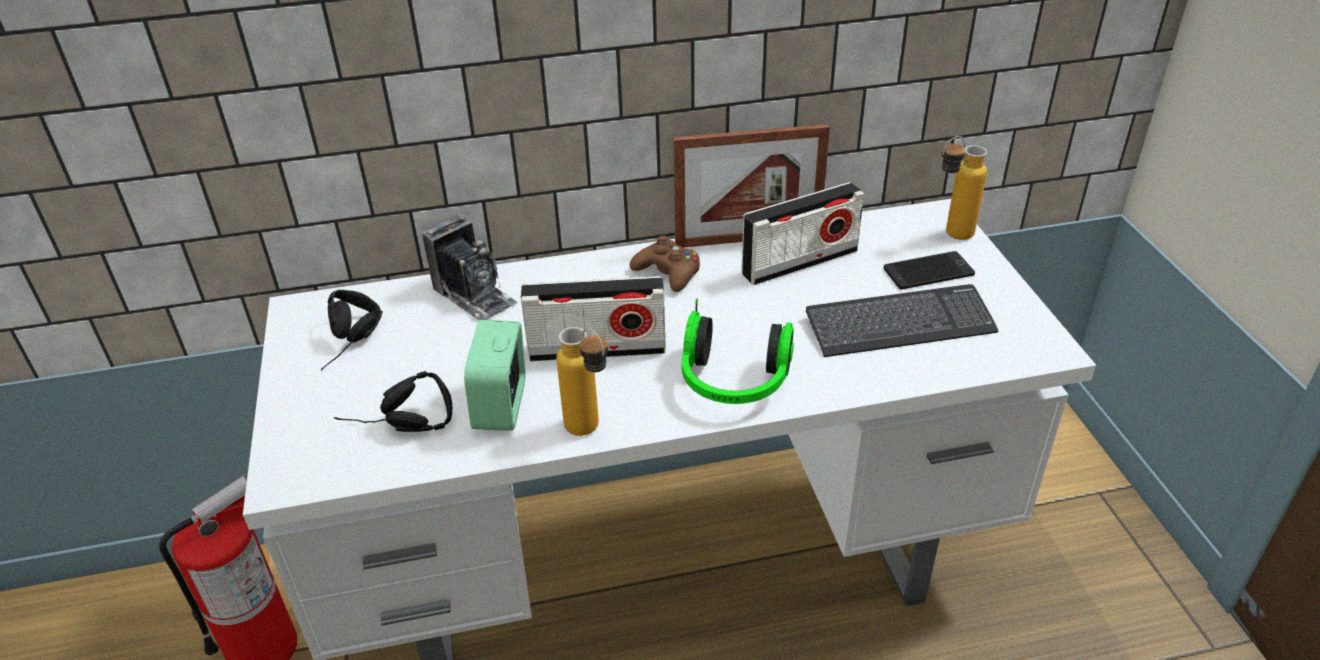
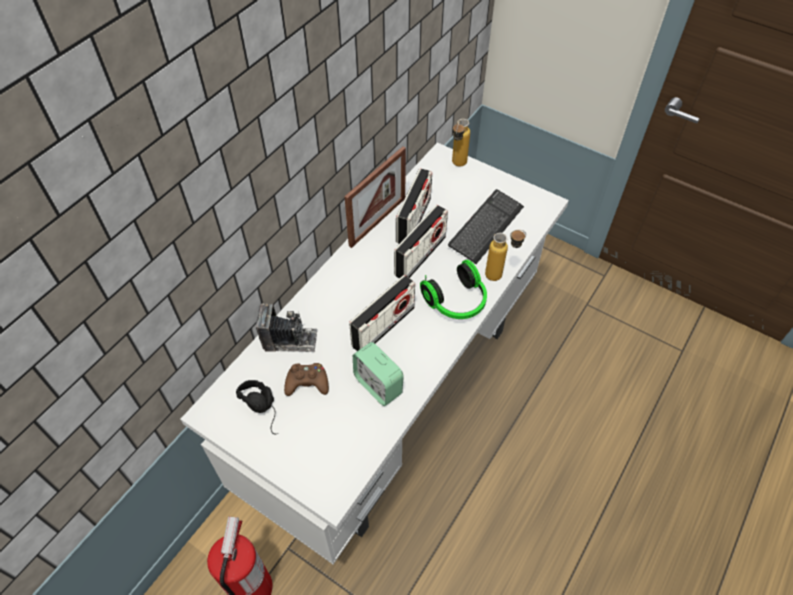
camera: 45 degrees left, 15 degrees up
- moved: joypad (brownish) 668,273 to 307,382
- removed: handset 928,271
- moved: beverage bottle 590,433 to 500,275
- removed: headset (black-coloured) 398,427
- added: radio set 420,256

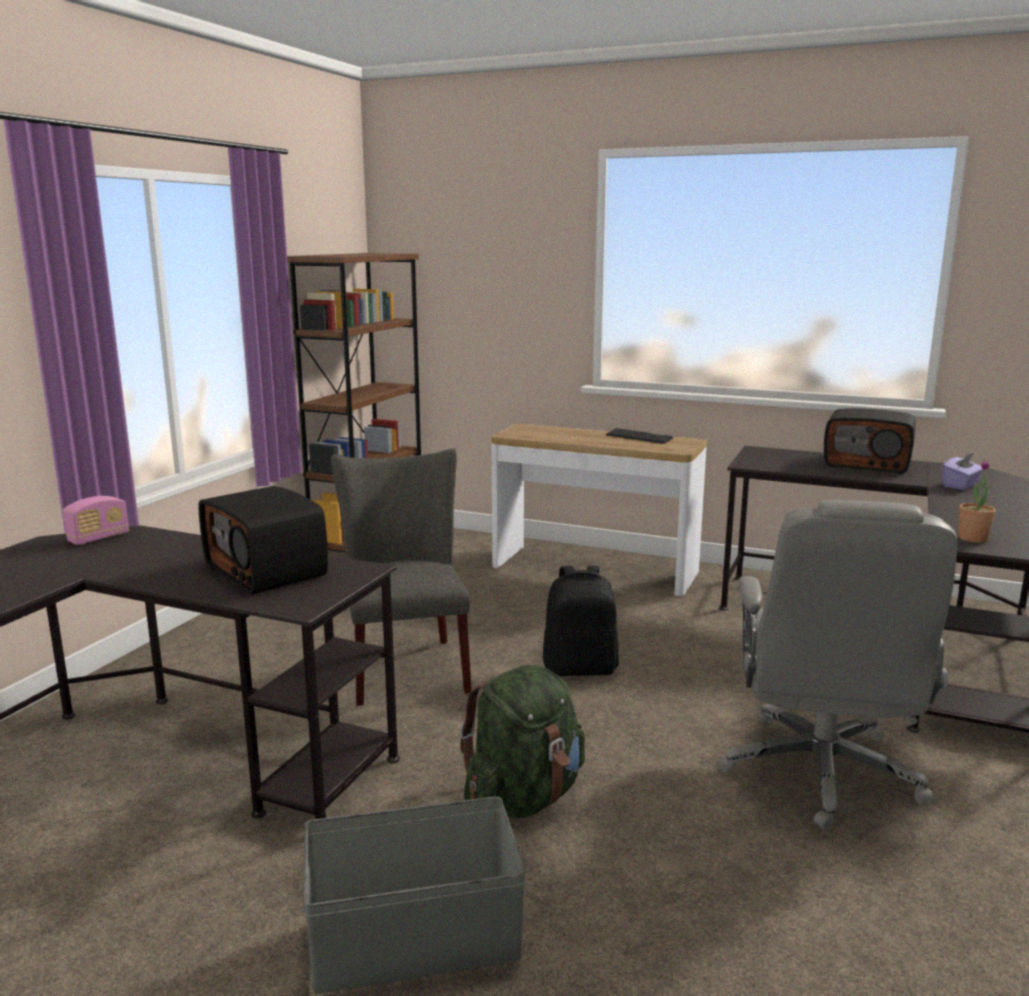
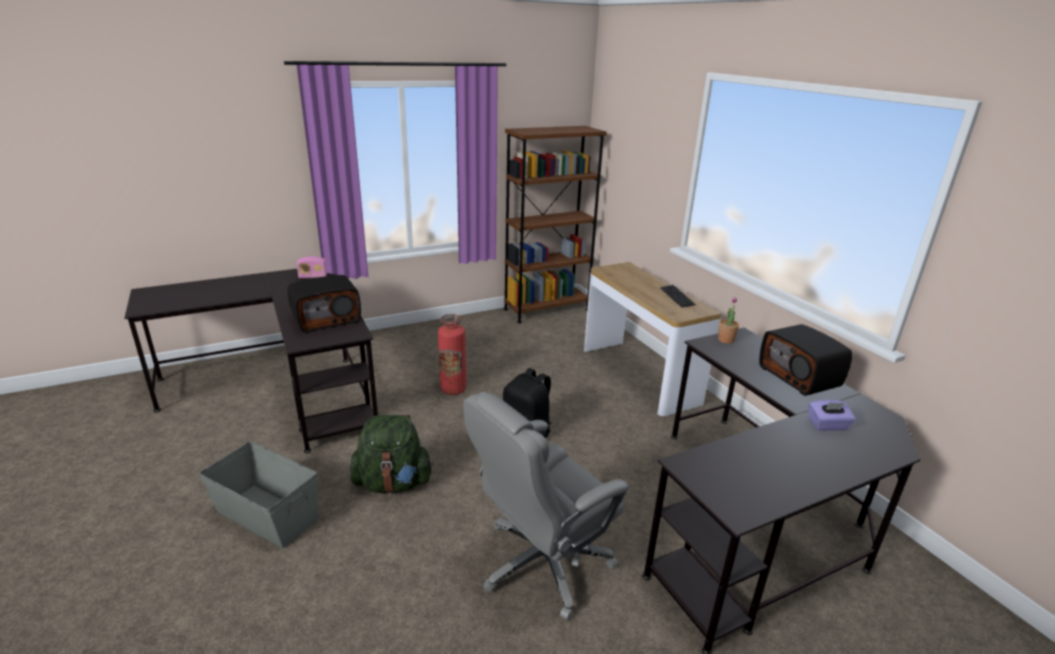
camera: 40 degrees right, 10 degrees up
- replaced: chair (grey) 406,666 to fire extinguisher 453,389
- moved: plant in a pot 972,538 to 725,340
- turned: radio set 268,571 = 327,319 120 degrees counterclockwise

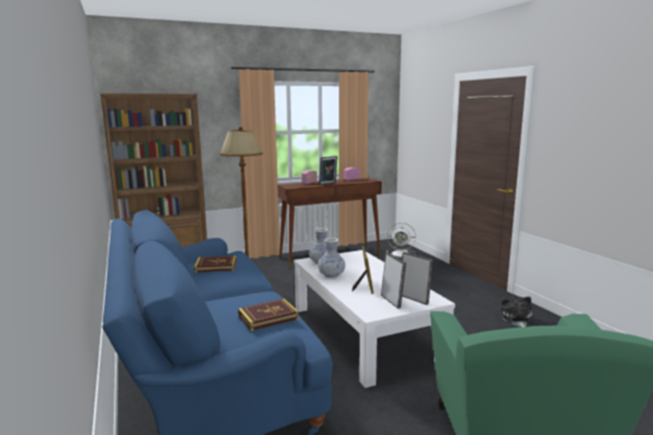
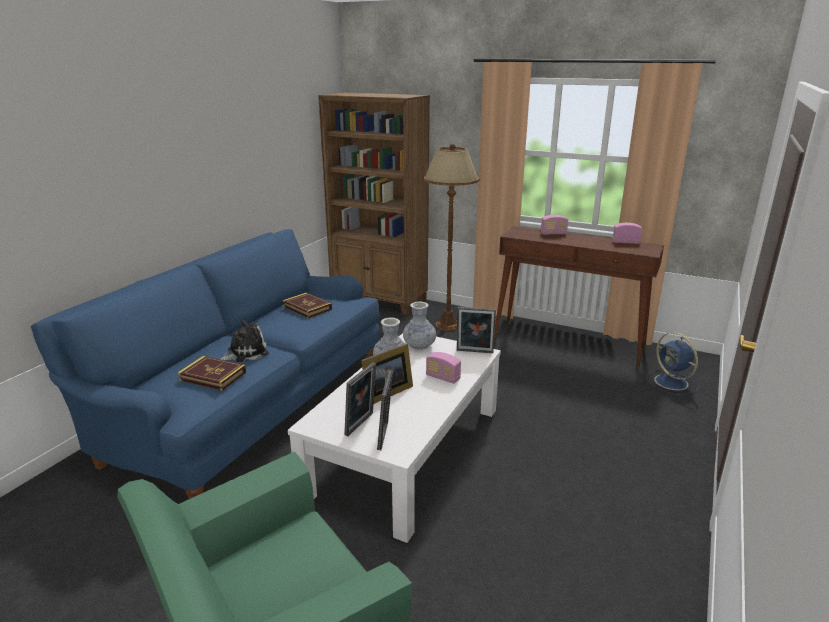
camera: 50 degrees right, 10 degrees up
- moved: standing frame 328,184 to 474,352
- recoloured: electric fan (white-coloured) 401,254 to electric fan (blue-coloured) 672,383
- moved: cuddly toy 516,319 to 245,352
- added: radio set 443,377

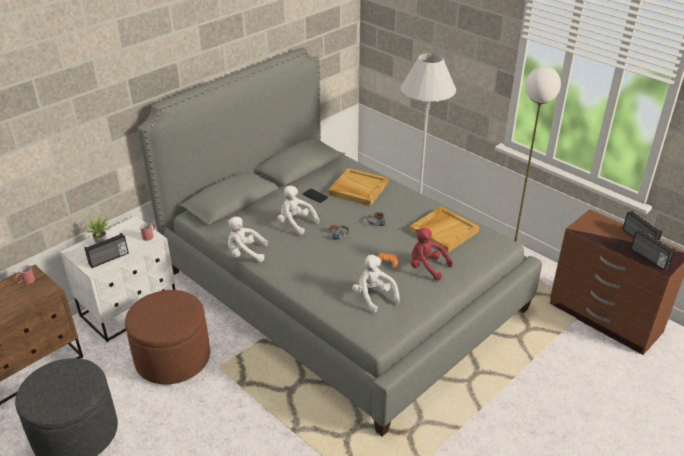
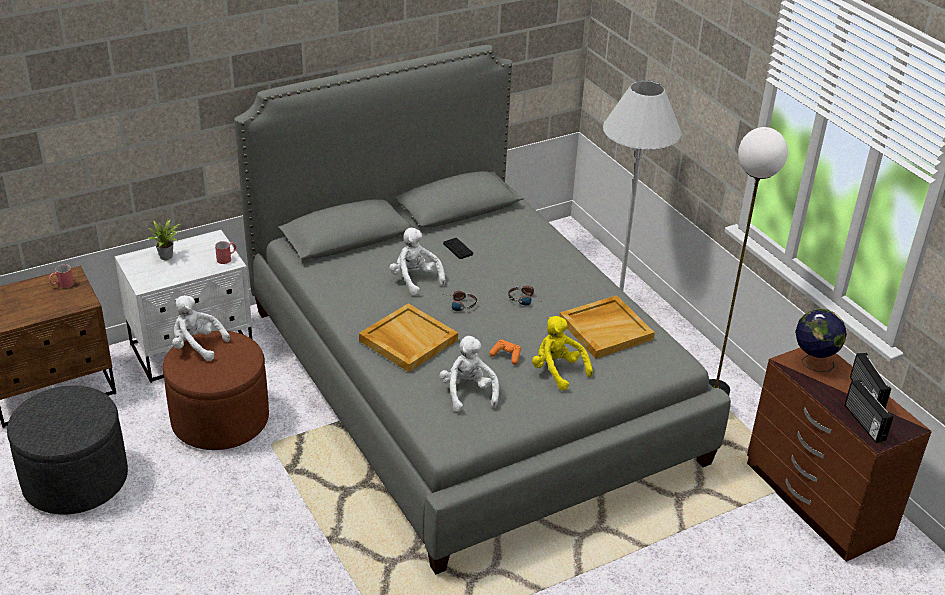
camera: 15 degrees right, 0 degrees up
- moved: carrying tray (sand-coloured) 358,189 to 407,340
- moved: cuddly toy (white-coloured) 245,253 to 197,346
- recoloured: cuddly toy (reddish) 427,267 to cuddly toy (yellow) 557,371
- removed: radio set 109,259
- added: globe 813,362

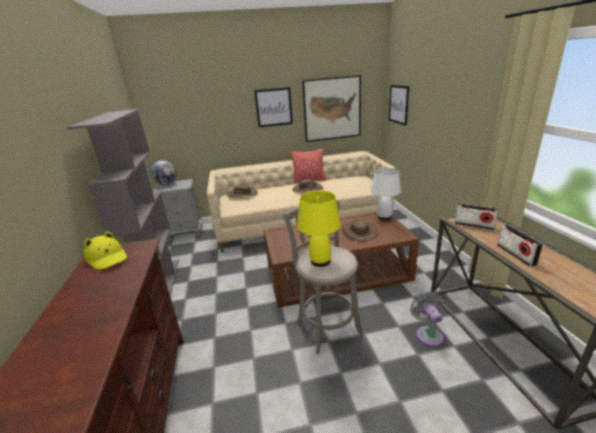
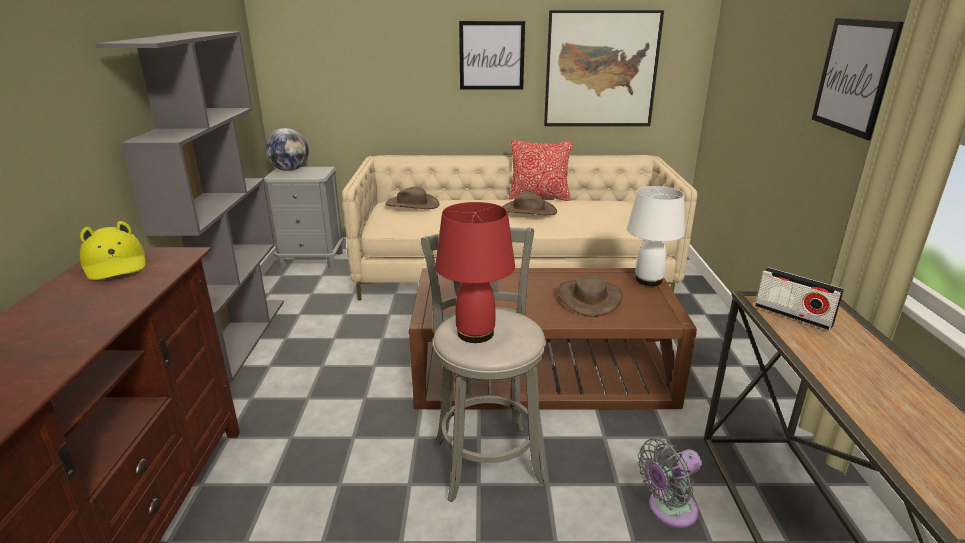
camera: 10 degrees right, 0 degrees up
- moved: picture 398,104 to 853,76
- recoloured: table lamp (yellow) 320,261 to table lamp (reddish) 476,333
- removed: radio set 516,254
- turned: electric fan (grey) 428,334 = 668,510 120 degrees counterclockwise

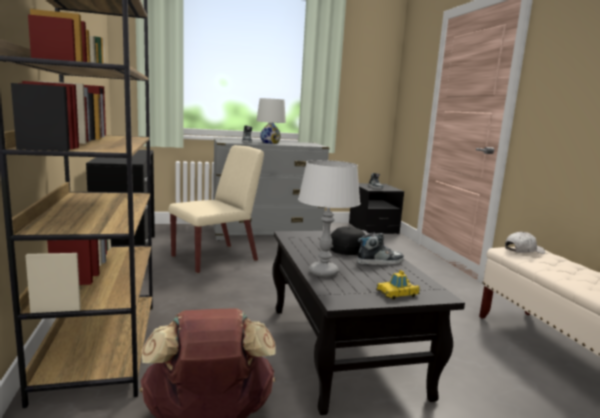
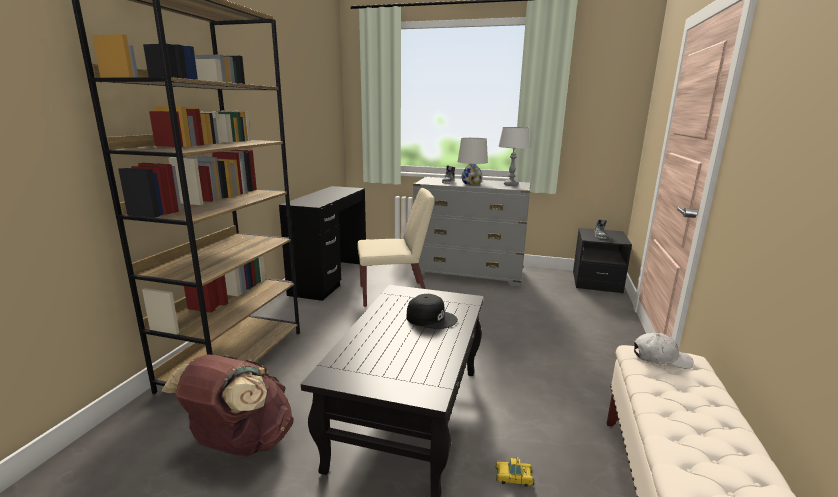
camera: 30 degrees right, 5 degrees up
- moved: table lamp (grey) 324,272 to 511,185
- removed: shoe 380,261
- moved: miniature car 397,293 to 513,477

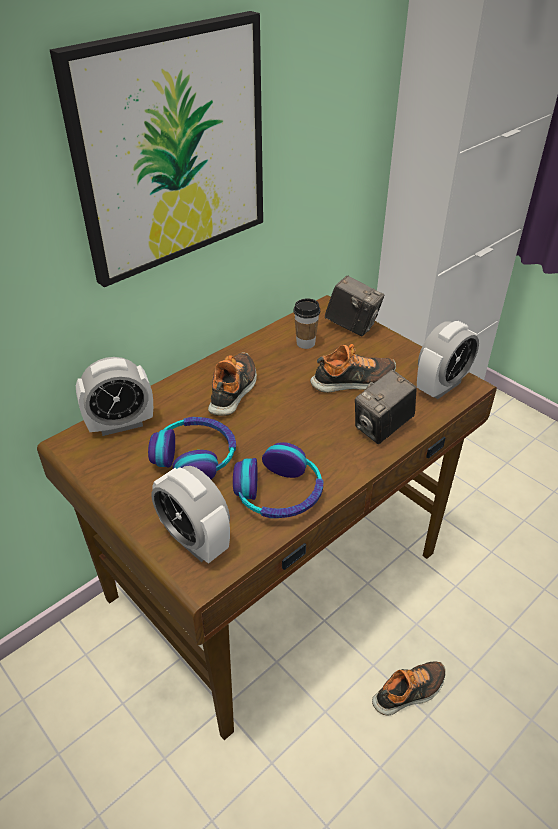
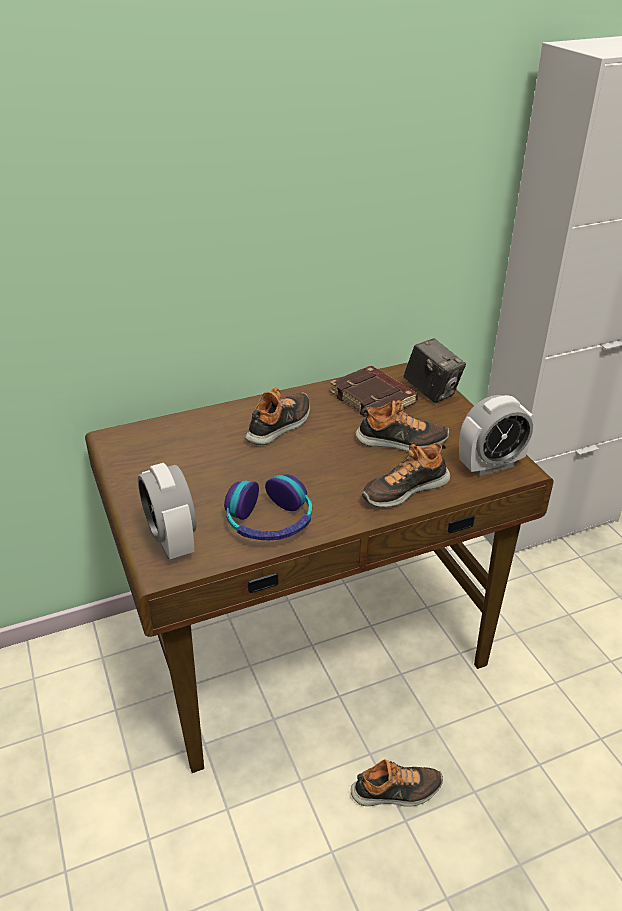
camera: 20 degrees right, 5 degrees down
- removed: picture 171,149
- replaced: cup 305,343 to book (brownish) 374,398
- removed: table clock 121,424
- replaced: photo camera 382,428 to shoe 404,489
- removed: headset 195,457

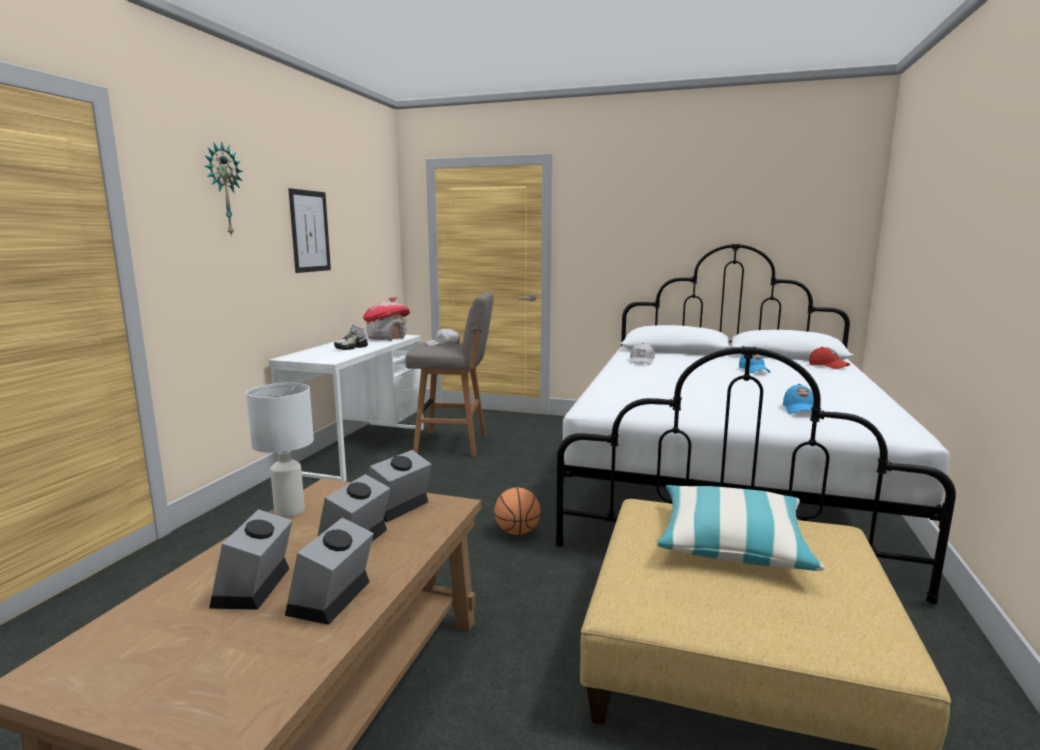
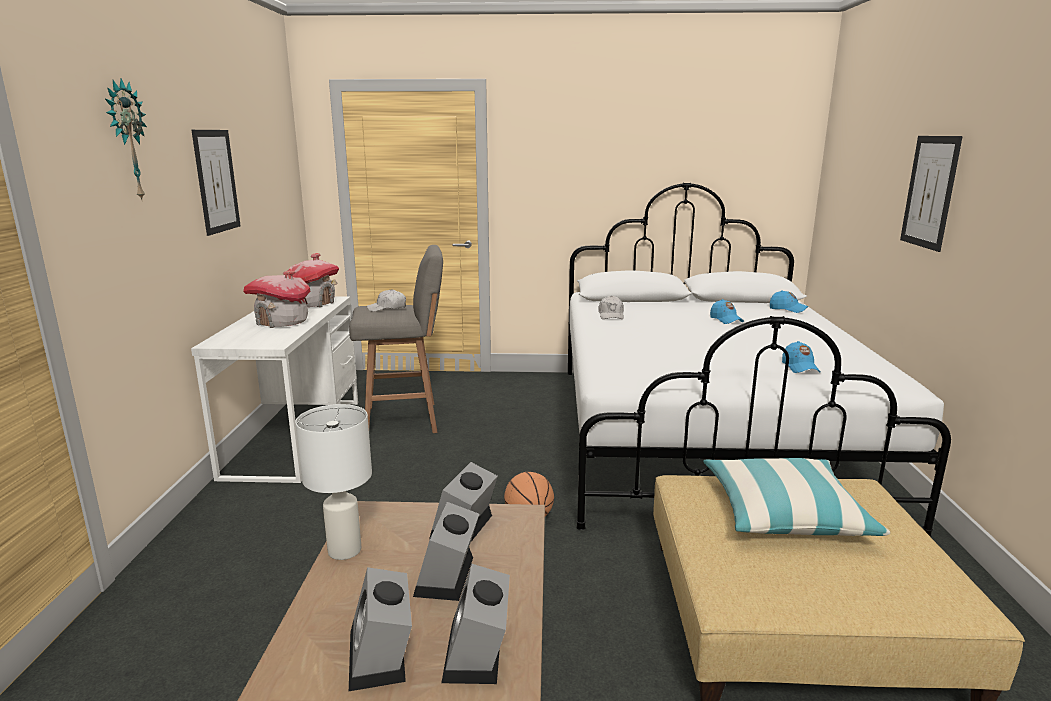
camera: 15 degrees left, 5 degrees up
- replaced: shoe 351,348 to model house 282,322
- recoloured: baseball cap (reddish) 828,366 to baseball cap (blue-coloured) 787,309
- added: picture 930,192

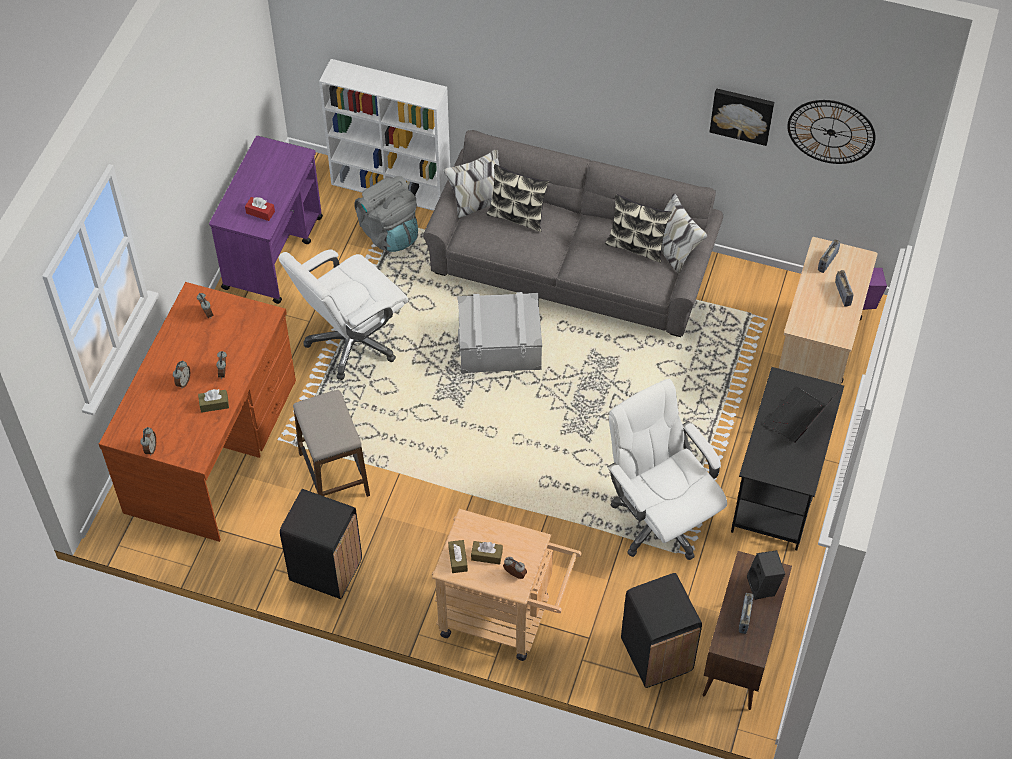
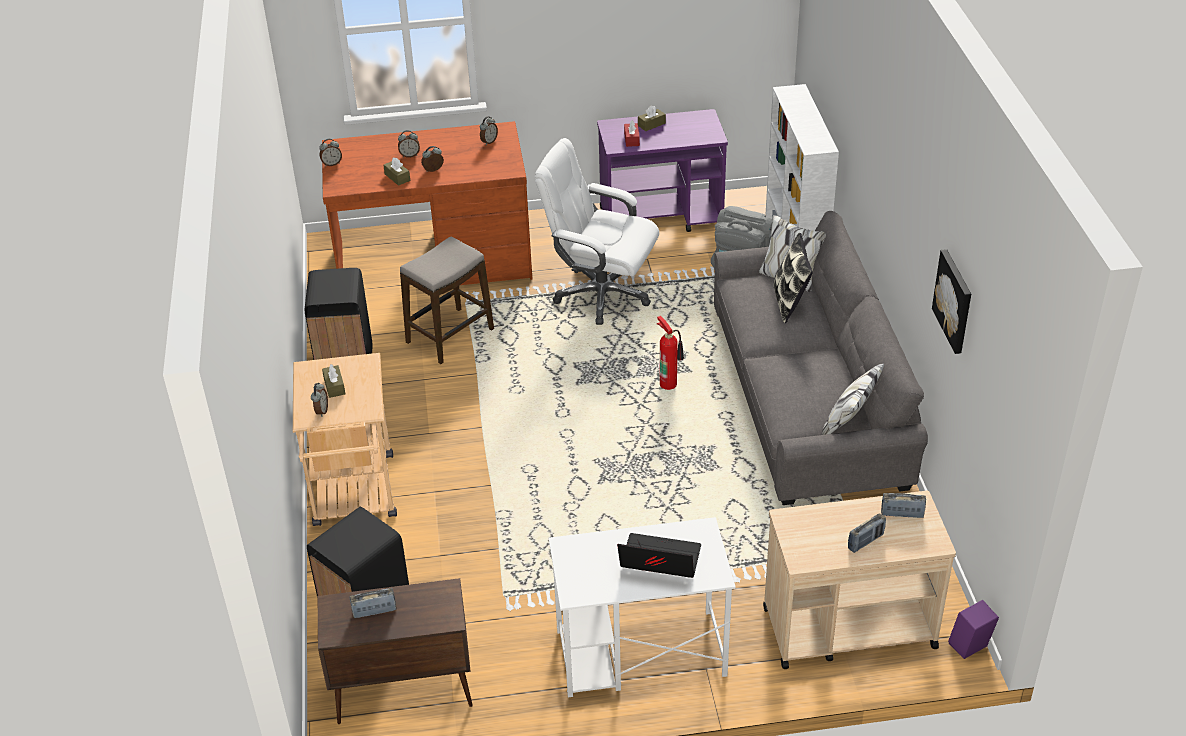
camera: 65 degrees right, 15 degrees down
- removed: wall clock 831,132
- removed: throw pillow 636,246
- replaced: storage container (grey) 499,345 to fire extinguisher 669,383
- recoloured: desk (black-coloured) 778,490 to desk (white-coloured) 639,654
- removed: computer chair (white-coloured) 659,519
- moved: tissue box (brownish) 458,559 to 651,124
- removed: audio speaker (black-coloured) 764,586

